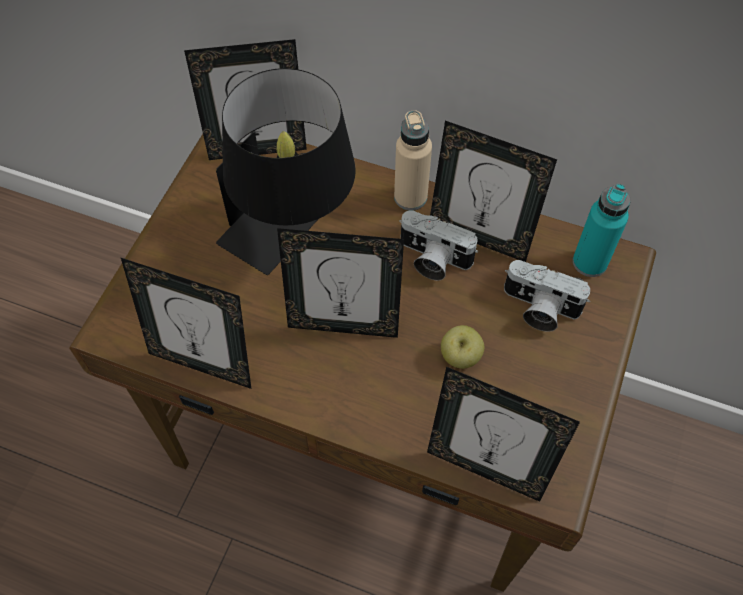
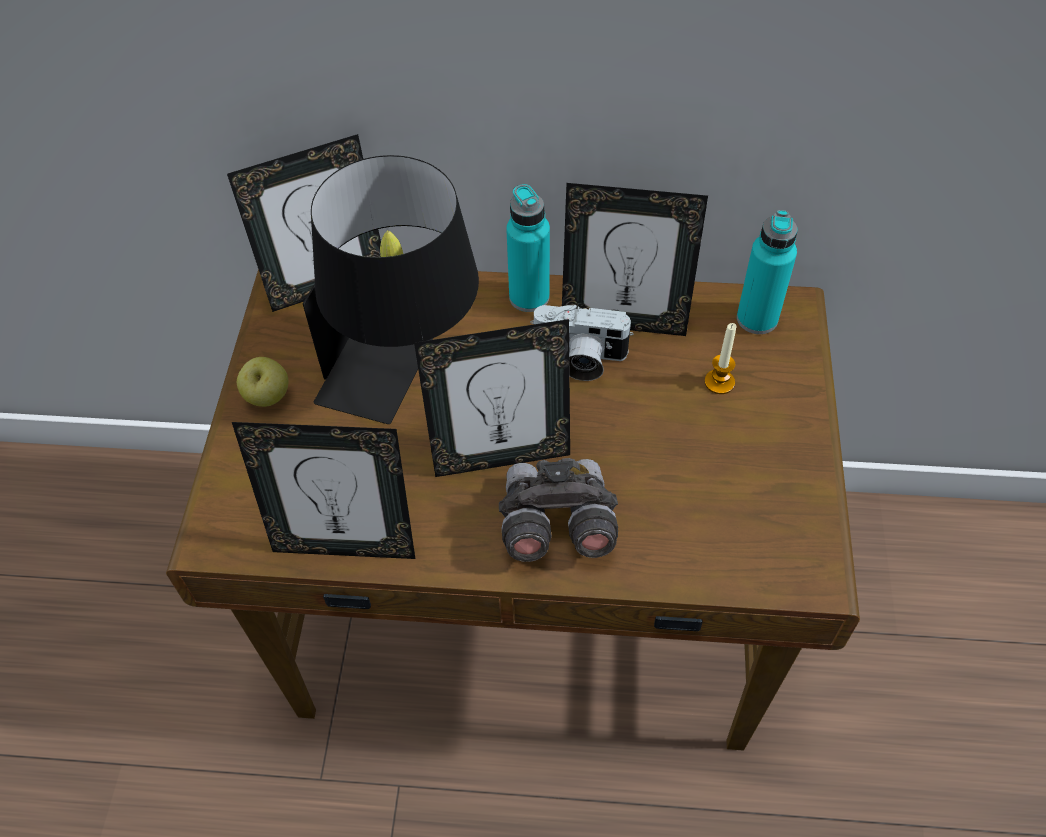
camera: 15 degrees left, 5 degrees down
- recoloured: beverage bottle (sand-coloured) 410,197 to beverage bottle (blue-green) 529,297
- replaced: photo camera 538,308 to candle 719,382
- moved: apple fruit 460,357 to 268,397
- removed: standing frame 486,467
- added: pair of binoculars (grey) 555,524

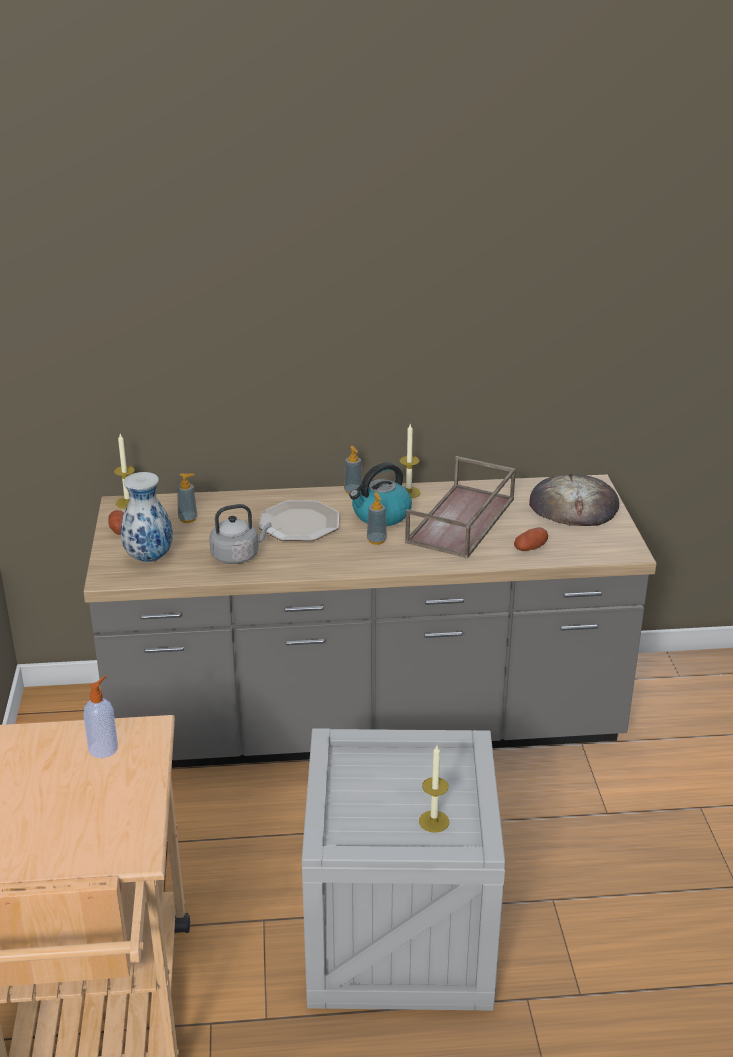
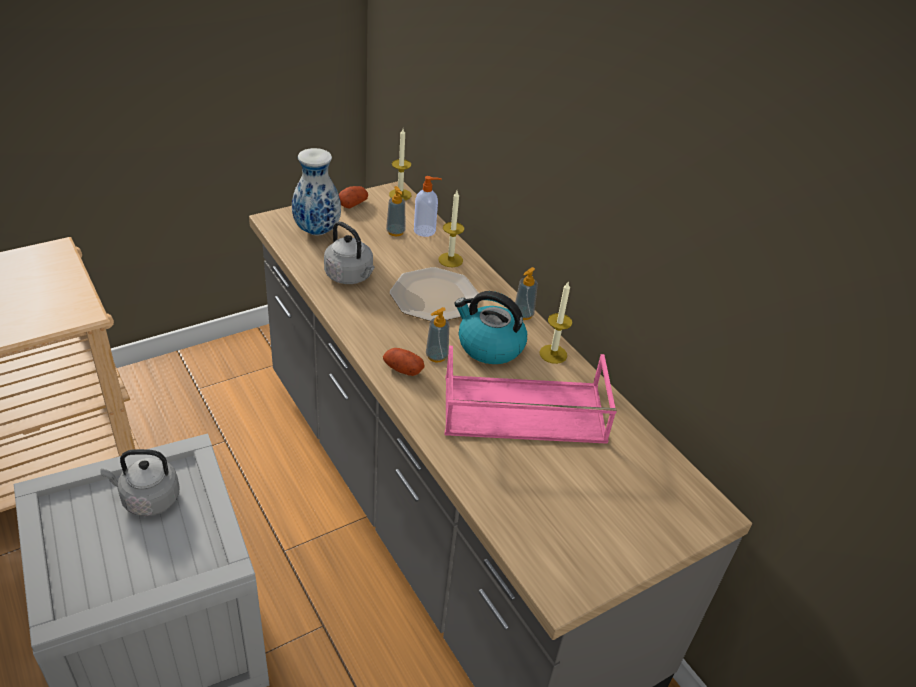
camera: 60 degrees right, 10 degrees up
- recoloured: carrying tray (brownish) 462,521 to carrying tray (pinkish) 522,411
- removed: baked bread 573,506
- moved: whole potato 530,548 to 403,369
- moved: liquid soap bottle 104,748 to 425,231
- moved: candle 434,821 to 450,260
- added: kettle (grey) 148,499

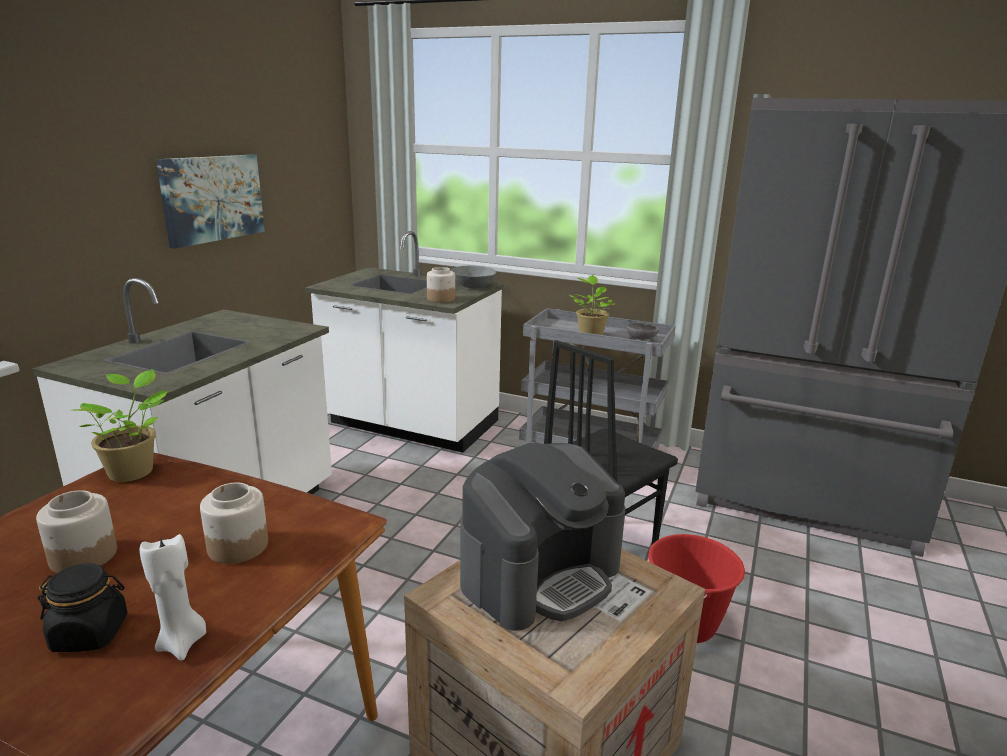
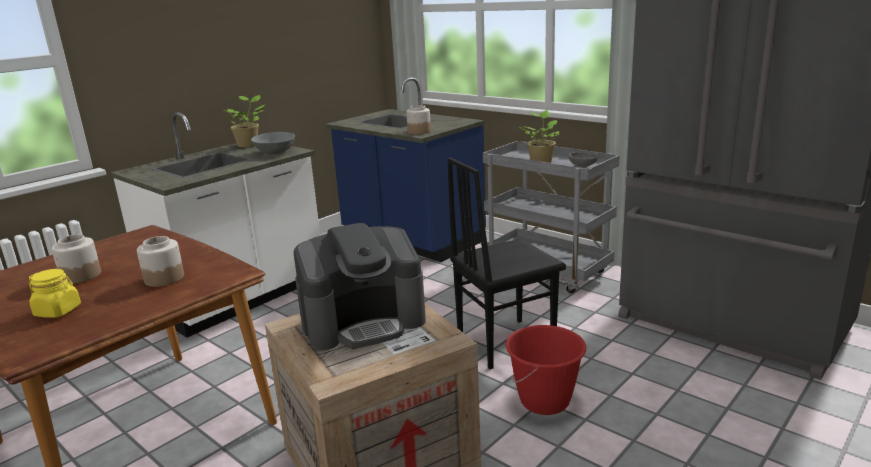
camera: 20 degrees right, 0 degrees up
- removed: picture 212,198
- recoloured: counter (white-coloured) 410,424 to counter (blue-coloured) 411,239
- moved: serving bowl (grey) 473,286 to 274,152
- moved: plant in a pot 133,471 to 249,144
- removed: candle (white-coloured) 182,643
- recoloured: preserve jar (black-coloured) 90,634 to preserve jar (yellow) 58,311

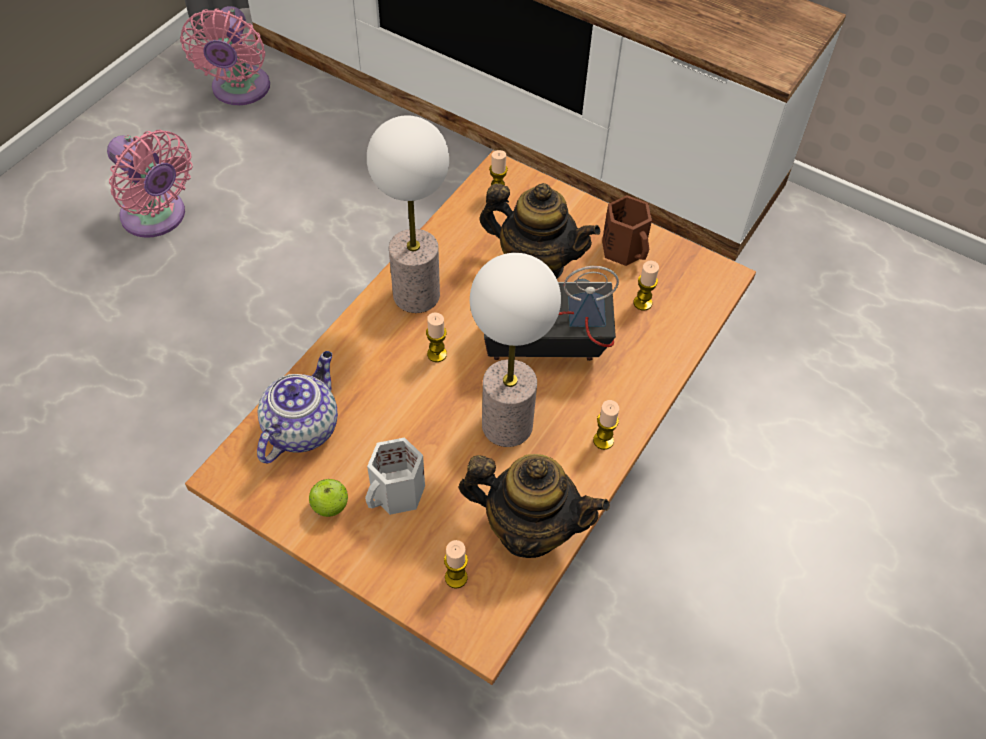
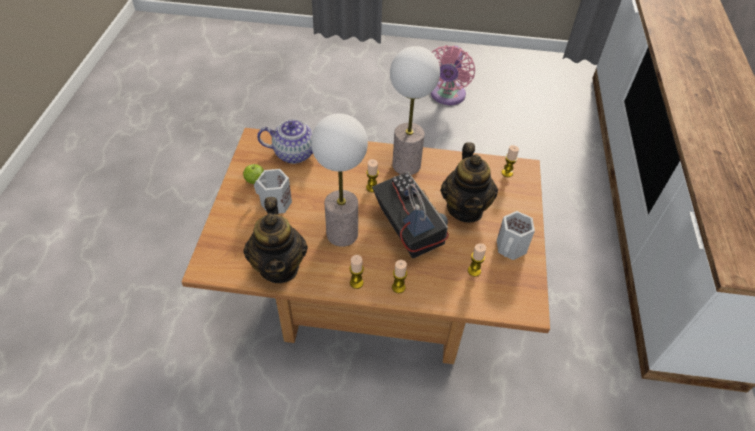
camera: 65 degrees right, 5 degrees down
- removed: electric fan (pinkish) 239,91
- recoloured: tea mug (brownish) 625,249 to tea mug (white-coloured) 511,248
- moved: candle 456,577 to 398,287

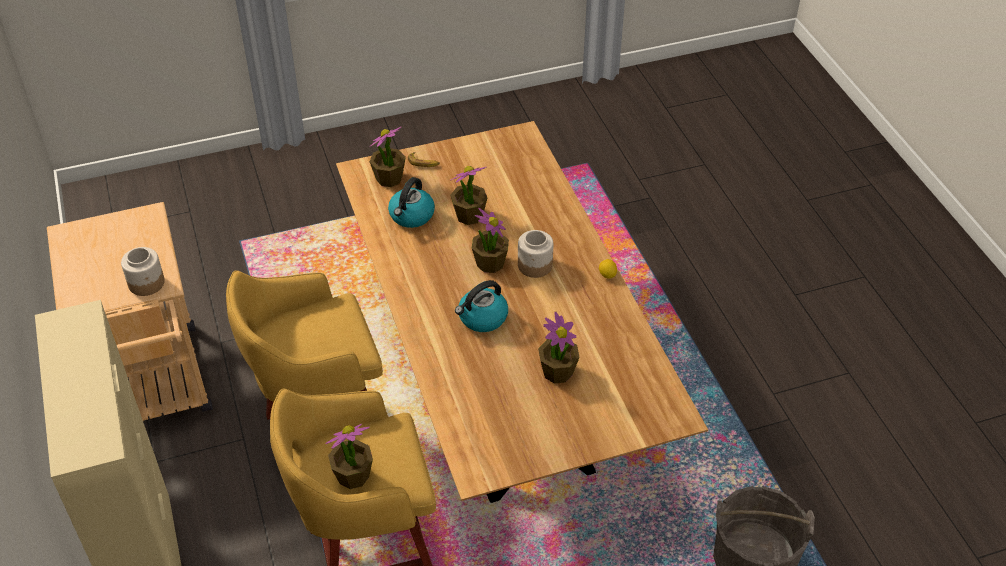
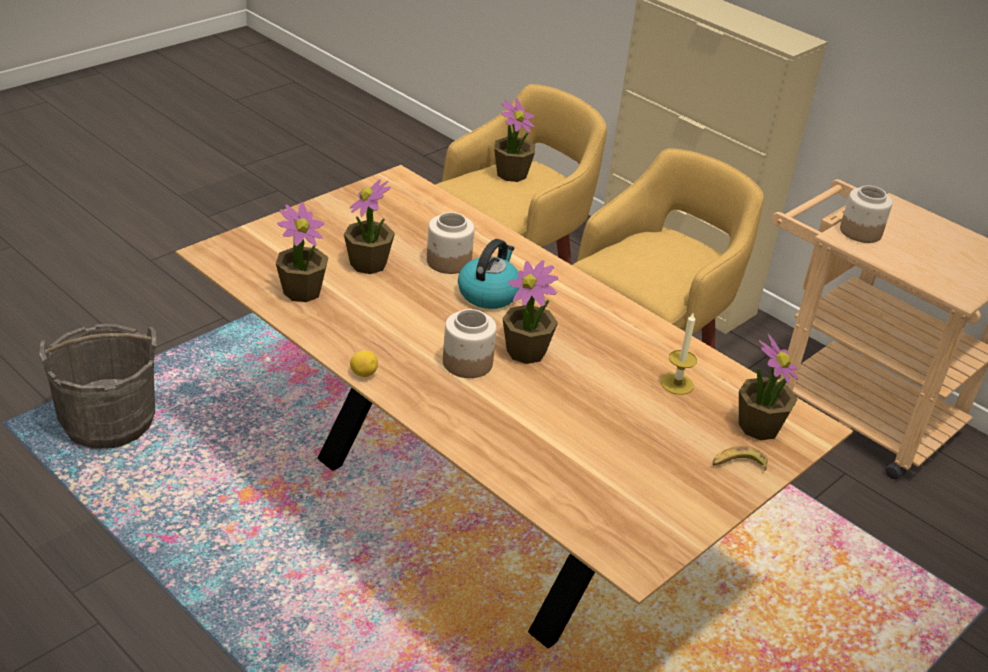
camera: 150 degrees right, 10 degrees down
- moved: plant in a pot 469,216 to 302,291
- replaced: kettle 411,216 to candle 677,384
- added: preserve jar 448,262

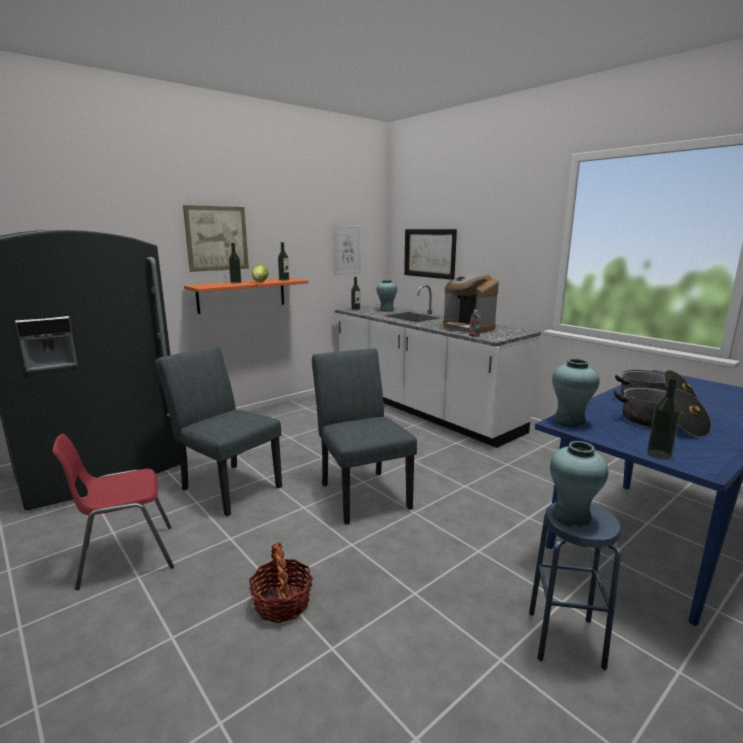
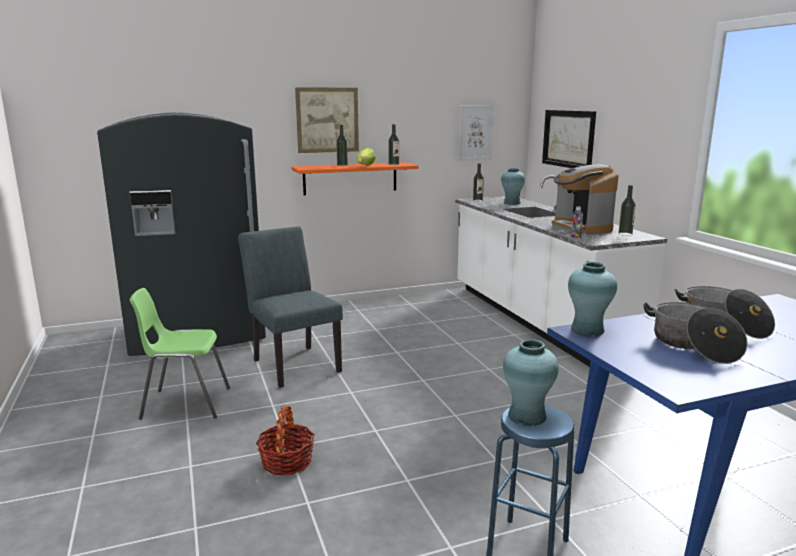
camera: 20 degrees right, 0 degrees up
- removed: chair (grey) 361,492
- moved: beverage bottle 659,454 to 625,234
- recoloured: chair (reddish) 126,557 to chair (greenish) 185,403

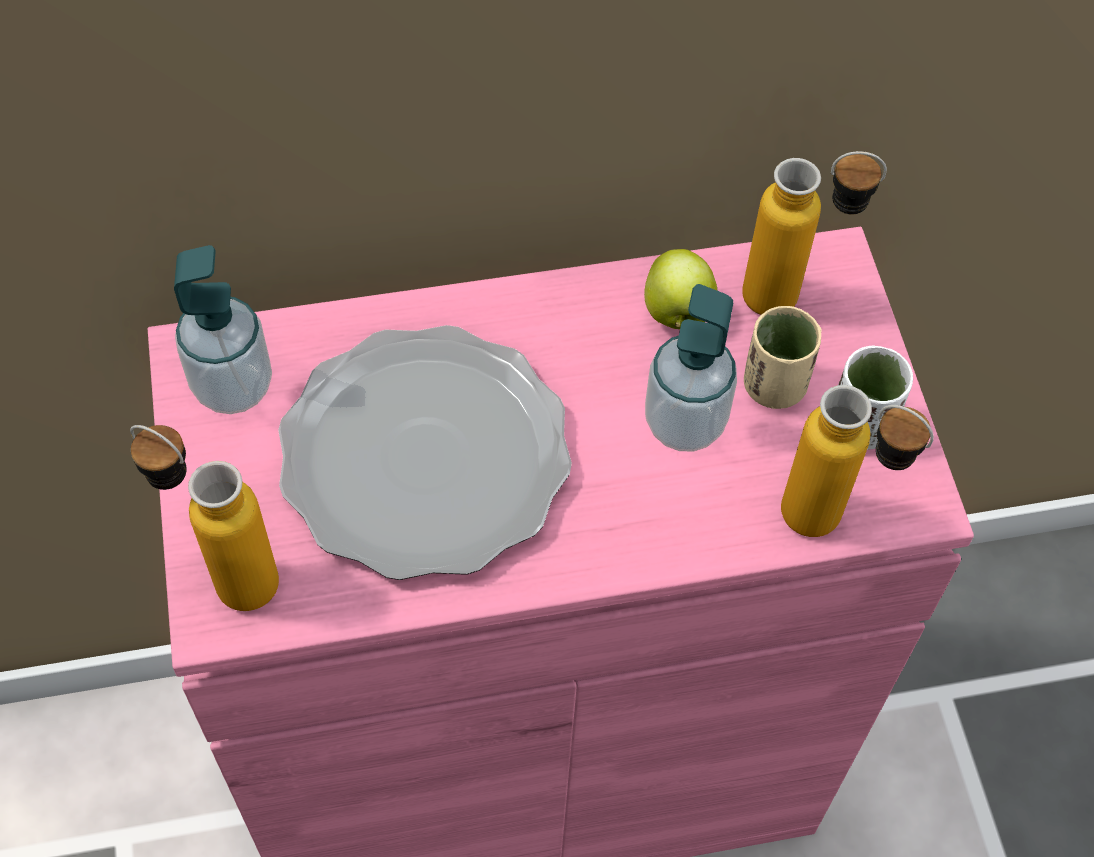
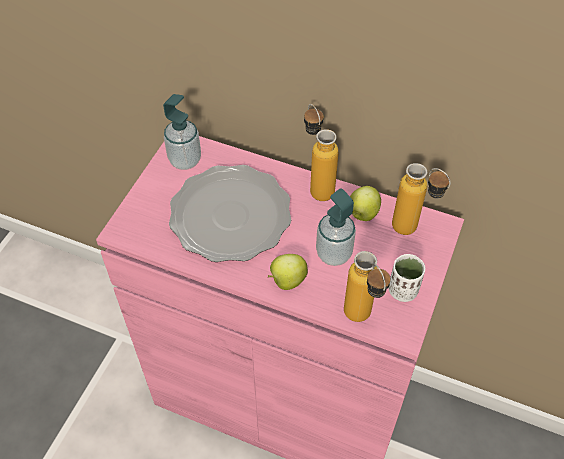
camera: 35 degrees right, 5 degrees down
- removed: cup (sand-coloured) 774,386
- moved: beverage bottle 225,574 to 317,186
- added: apple fruit 287,281

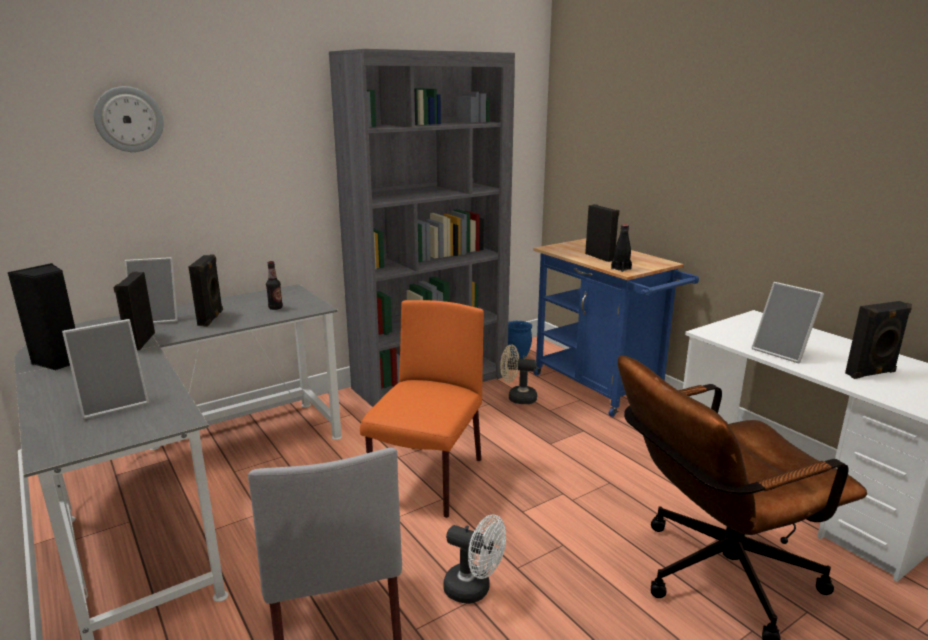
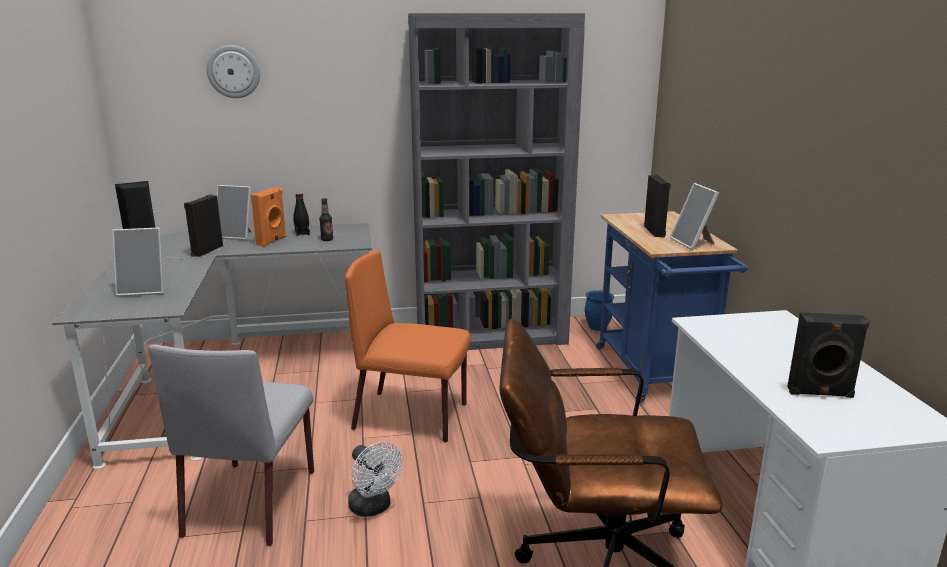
camera: 25 degrees right, 0 degrees up
- moved: beverage bottle (black-coloured) 621,269 to 302,233
- recoloured: audio speaker (black-coloured) 211,318 to audio speaker (orange) 272,241
- moved: standing frame 783,352 to 693,243
- turned: chair (orange) 427,481 = 412,416 120 degrees counterclockwise
- removed: electric fan (sand-coloured) 517,398

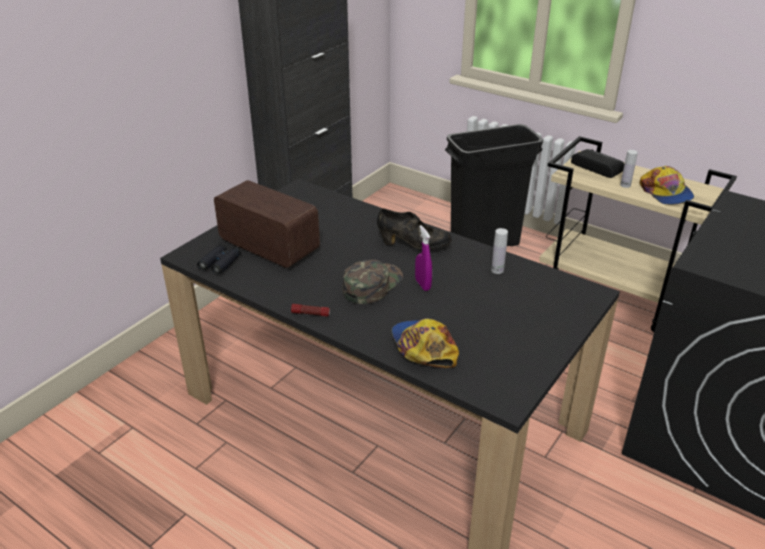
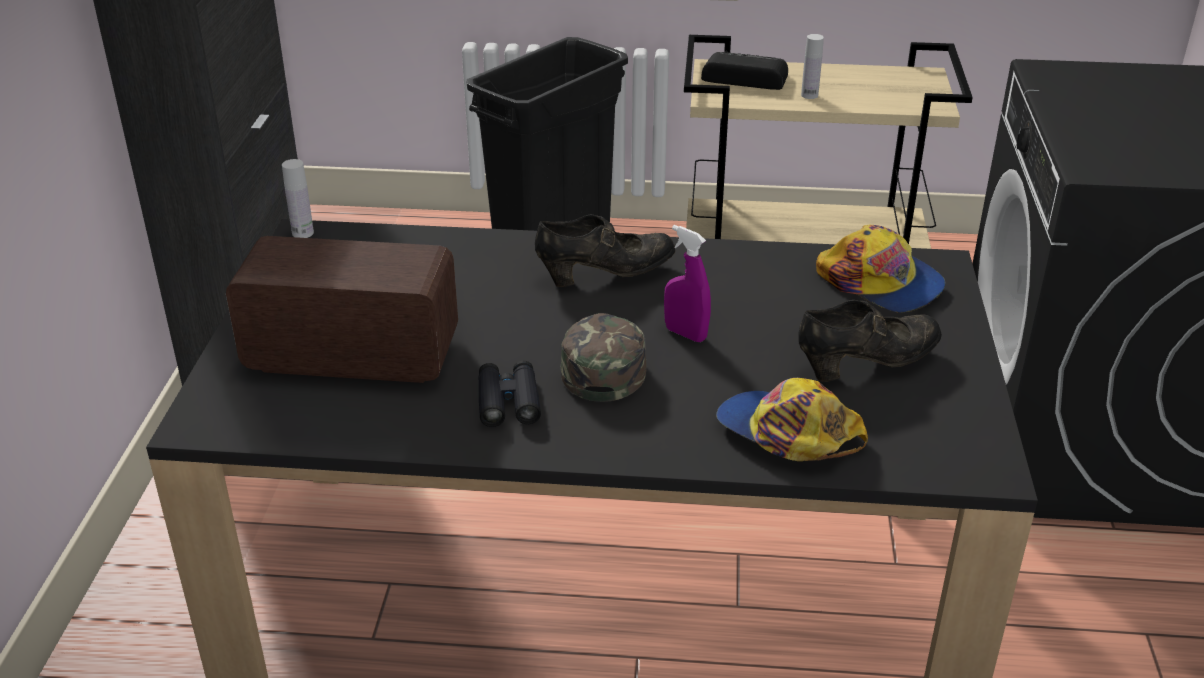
camera: 30 degrees left, 0 degrees up
- moved: baseball cap 665,193 to 881,282
- moved: beverage bottle (white-coloured) 497,270 to 303,233
- moved: pair of binoculars (black-coloured) 220,263 to 508,401
- removed: torch 310,314
- added: shoe (black-coloured) 867,364

